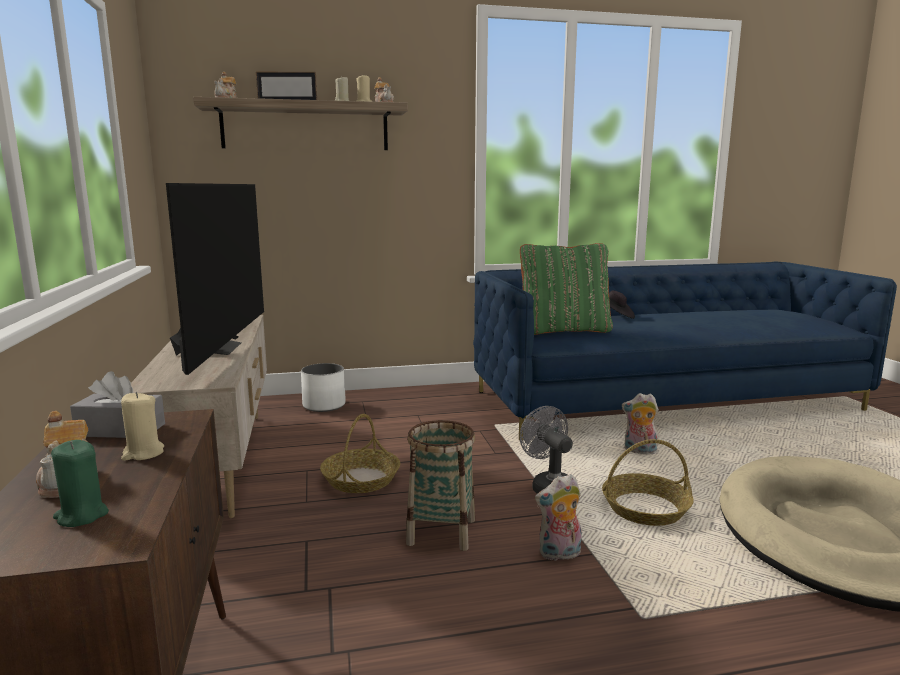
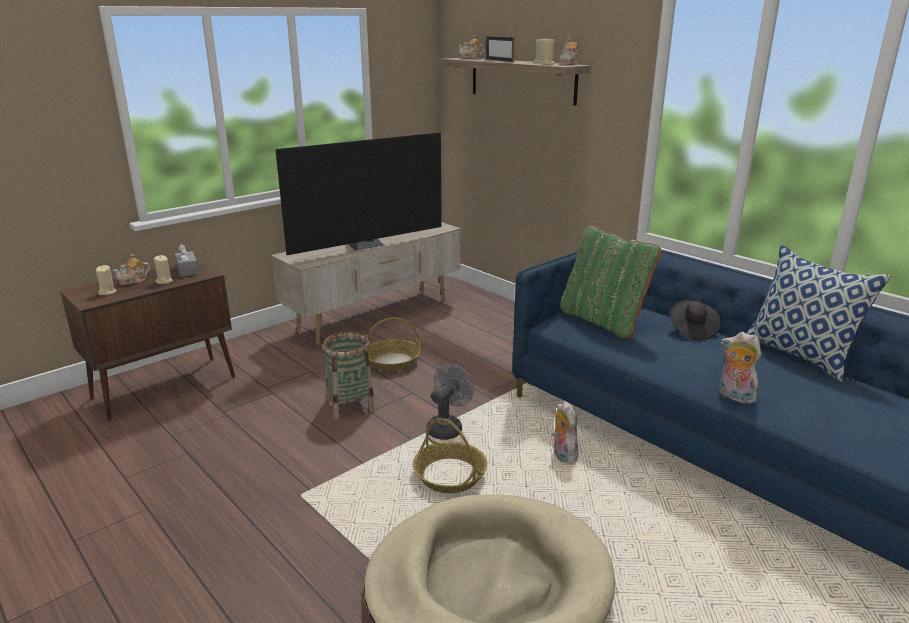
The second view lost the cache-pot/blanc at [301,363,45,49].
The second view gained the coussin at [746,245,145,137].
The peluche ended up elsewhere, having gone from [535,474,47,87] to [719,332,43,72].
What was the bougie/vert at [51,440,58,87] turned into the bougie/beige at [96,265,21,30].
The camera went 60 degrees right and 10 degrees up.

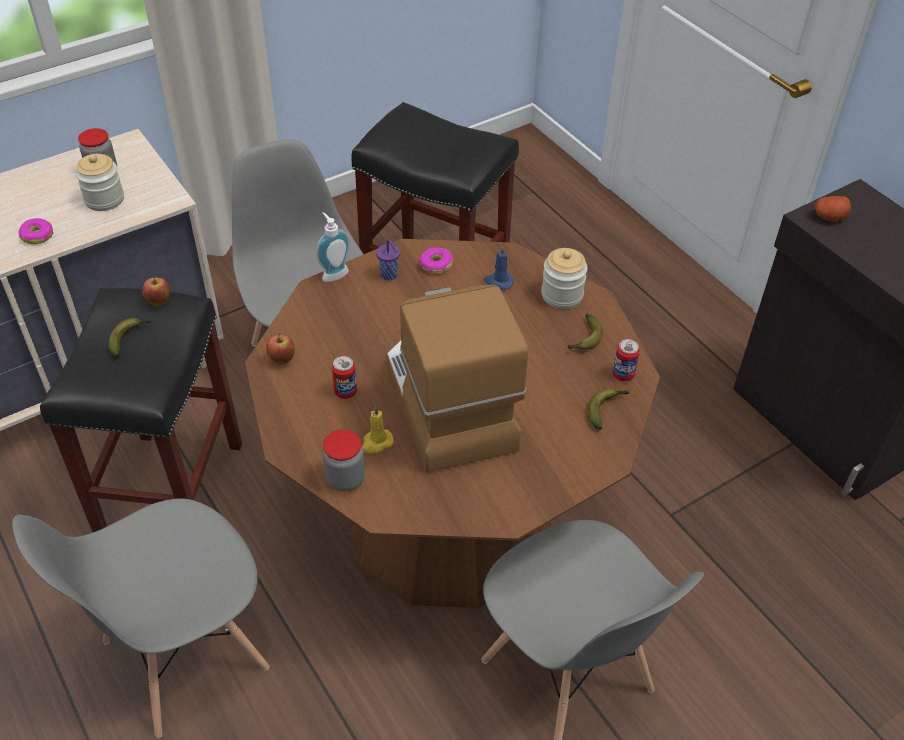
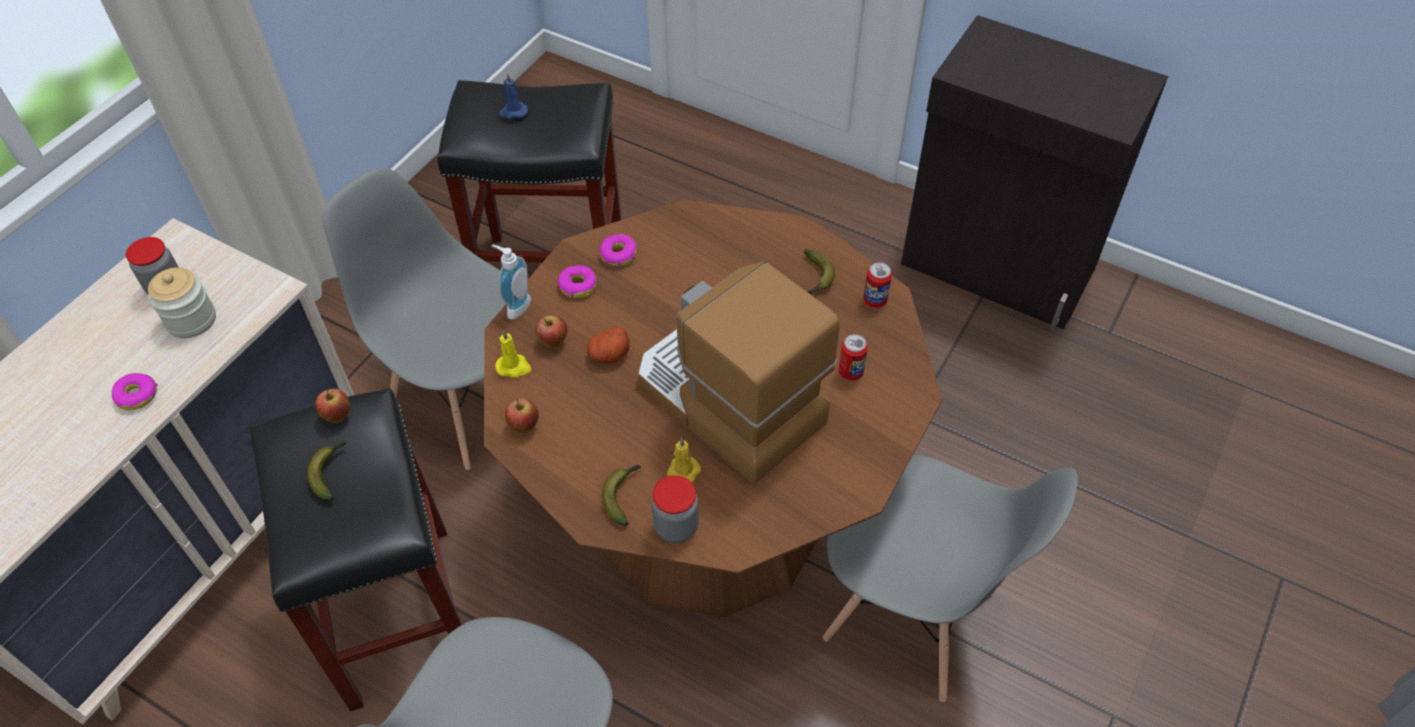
The second view lost the bocal at [541,248,47,61].
The second view gained the bougie/jaune at [495,330,37,48].
The second view gained the pomme at [535,315,33,33].
The boîte métallique ended up elsewhere, having gone from [332,356,25,43] to [839,334,29,47].
The bougie/bleu ended up elsewhere, having gone from [484,245,30,45] to [498,73,30,46].
The banane ended up elsewhere, having gone from [588,388,41,42] to [602,465,39,61].
The pomme de terre ended up elsewhere, having gone from [814,196,37,26] to [587,327,43,36].
Where the tasse/violet stood at [376,239,24,42], the beignet came to stand at [558,265,39,33].
The camera went 25 degrees left and 5 degrees up.

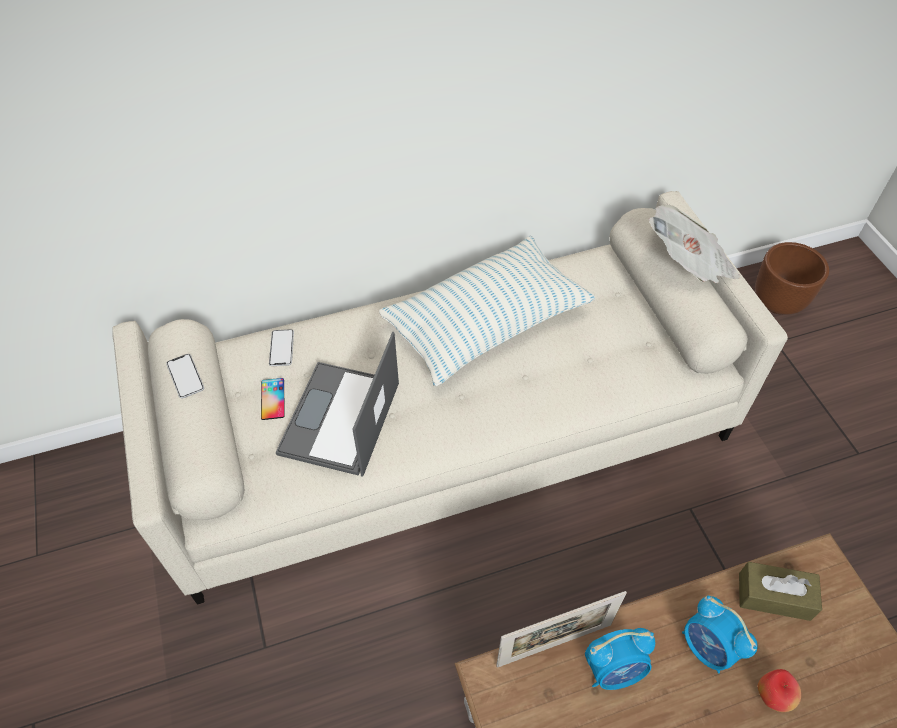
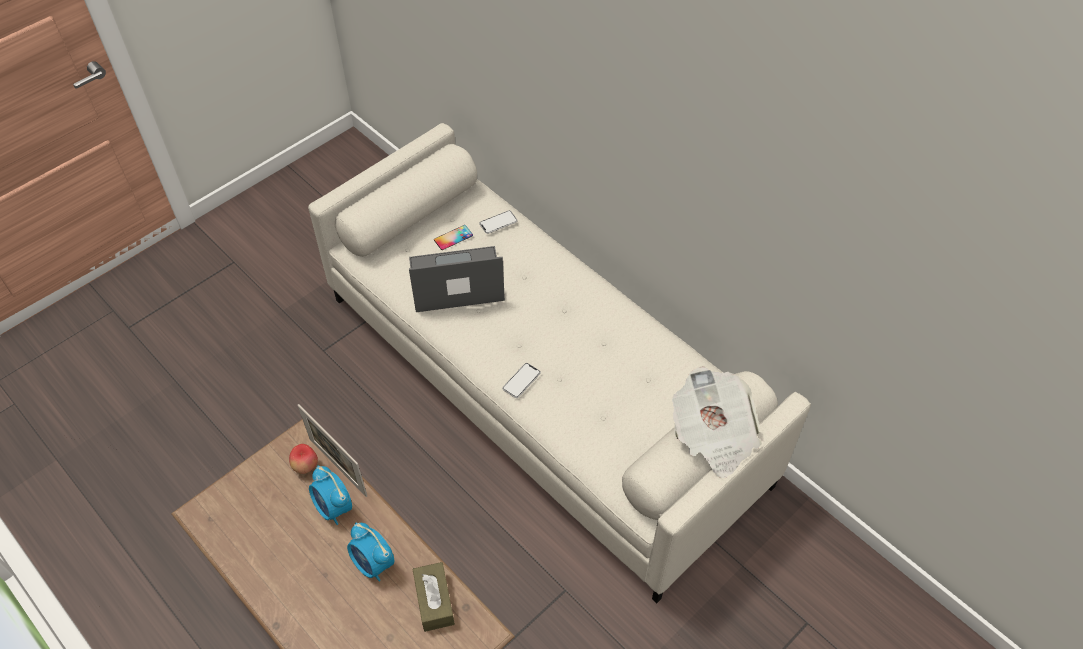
The second view lost the coussin at [378,236,217,150].
The second view lost the cache-pot/marron at [755,242,74,73].
The téléphone ended up elsewhere, having gone from [166,354,38,44] to [502,363,39,35].
The pomme ended up elsewhere, having gone from [758,669,43,43] to [289,444,29,30].
The réveil at [682,596,76,78] ended up facing another way, 75 degrees counterclockwise from before.
The camera went 65 degrees right and 0 degrees up.

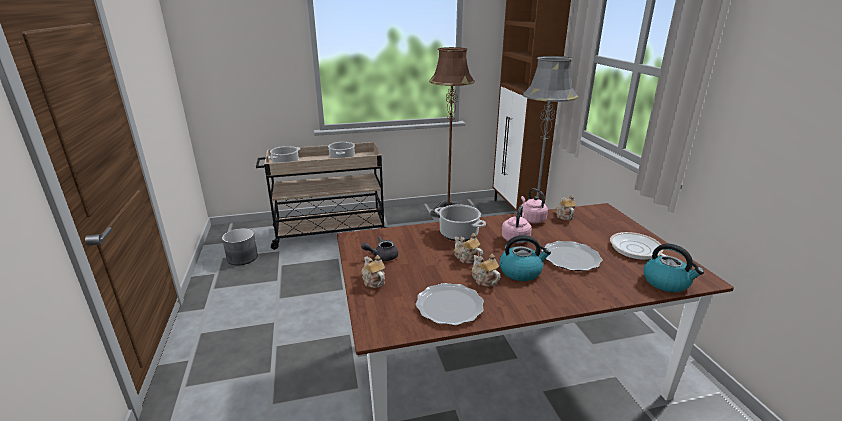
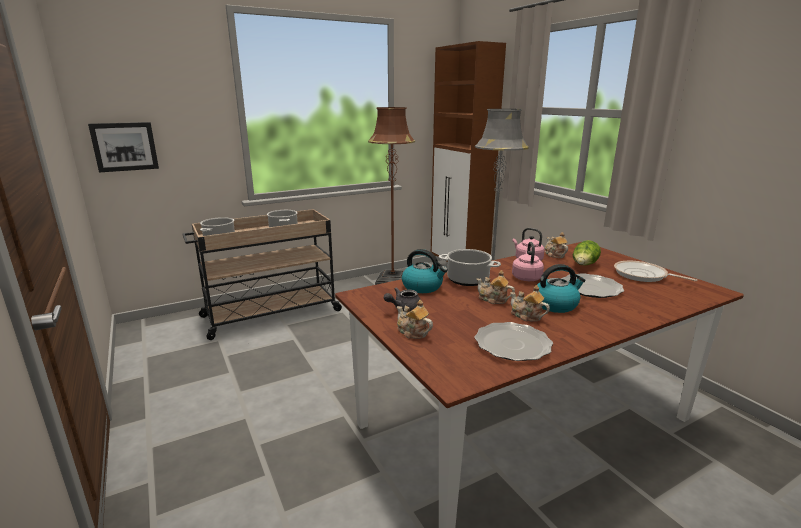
The second view lost the cache-pot/gris at [222,228,36,38].
The second view gained the tableau at [88,122,71,51].
The second view gained the laitue at [573,240,28,25].
The bouilloire ended up elsewhere, having gone from [644,244,60,48] to [402,249,46,44].
The camera went 15 degrees left and 5 degrees down.

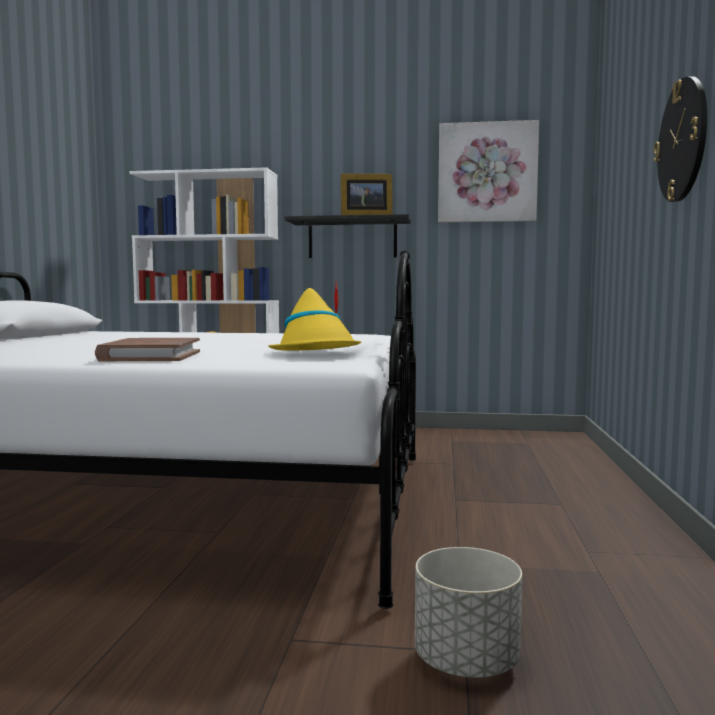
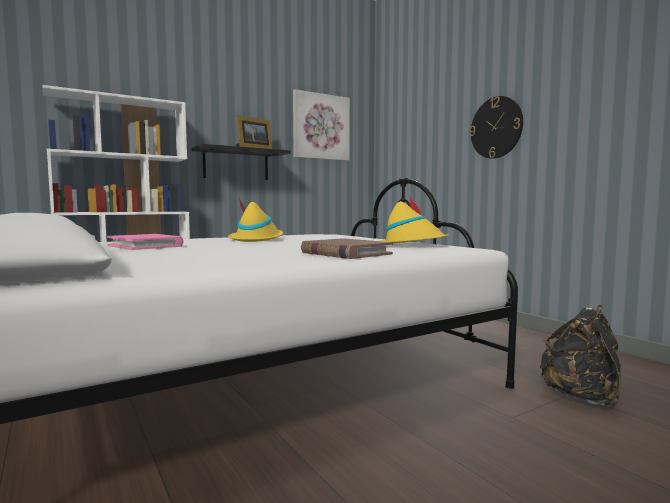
The second view gained the livre/rose at [107,234,77,16].
The second view gained the chapeau/jaune at [228,197,55,45].
Where the cache-pot/gris stood at [415,547,107,131], the sac à dos/noir came to stand at [540,305,81,103].
The camera went 40 degrees left and 0 degrees up.

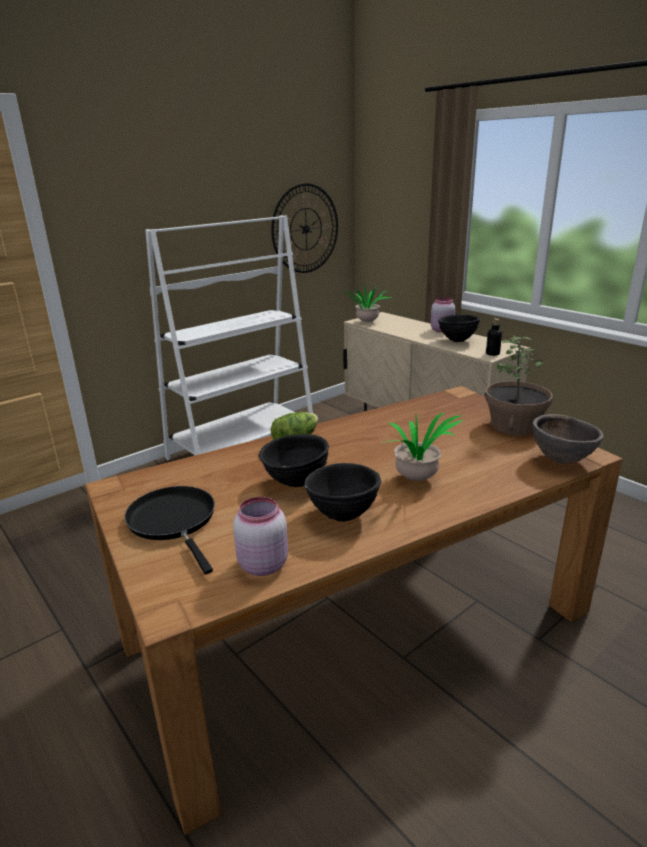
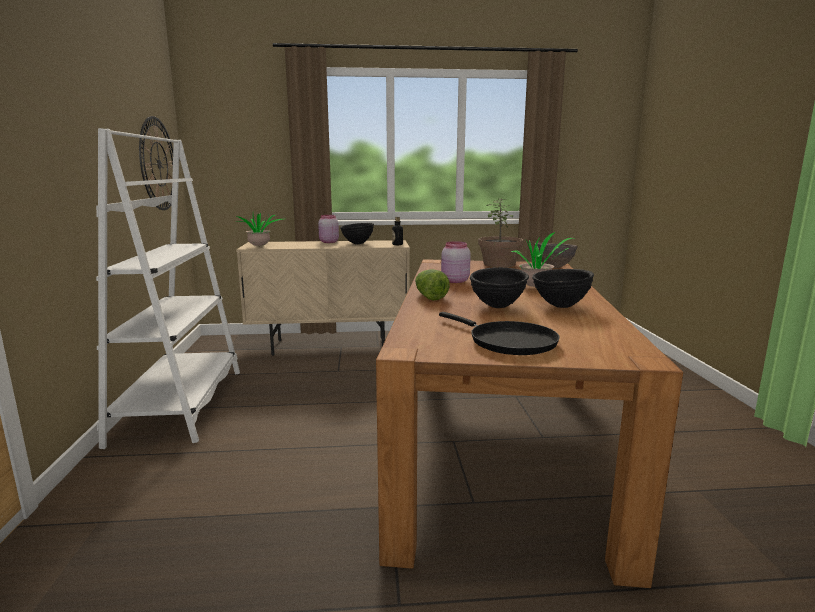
The bocal/rose ended up elsewhere, having gone from [233,497,55,79] to [441,241,30,42].
The poêle/noir at [124,486,91,88] ended up facing another way, 135 degrees counterclockwise from before.
The camera went 55 degrees left and 10 degrees down.

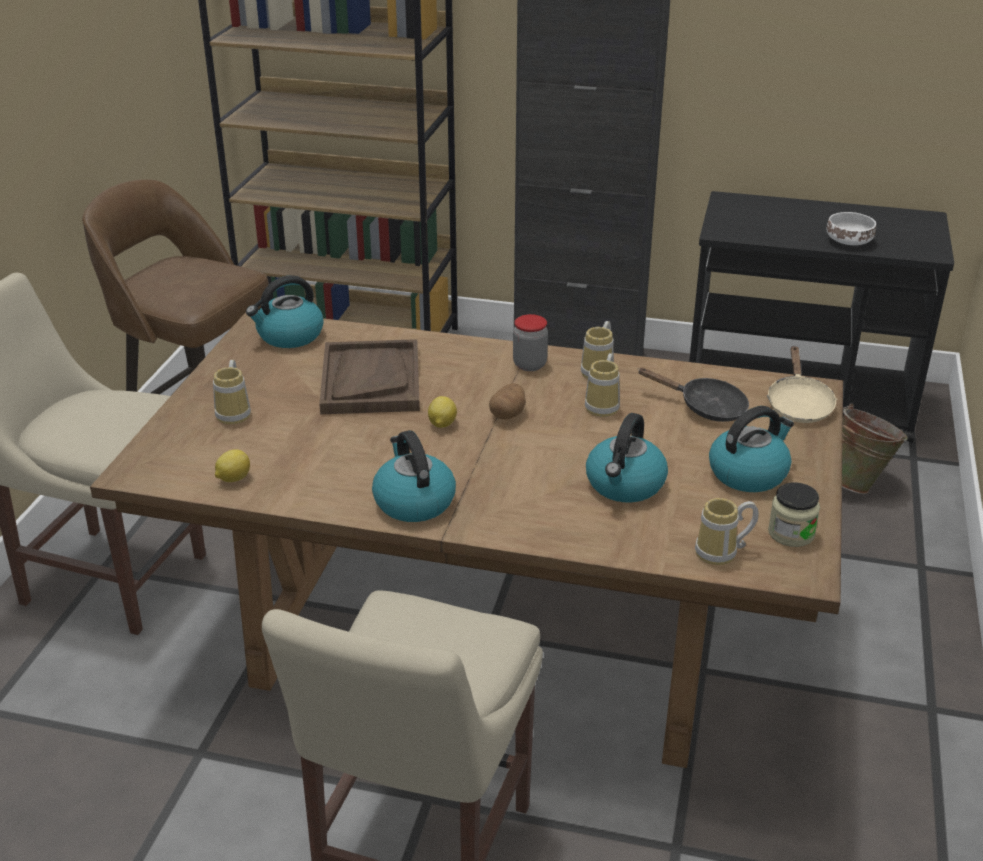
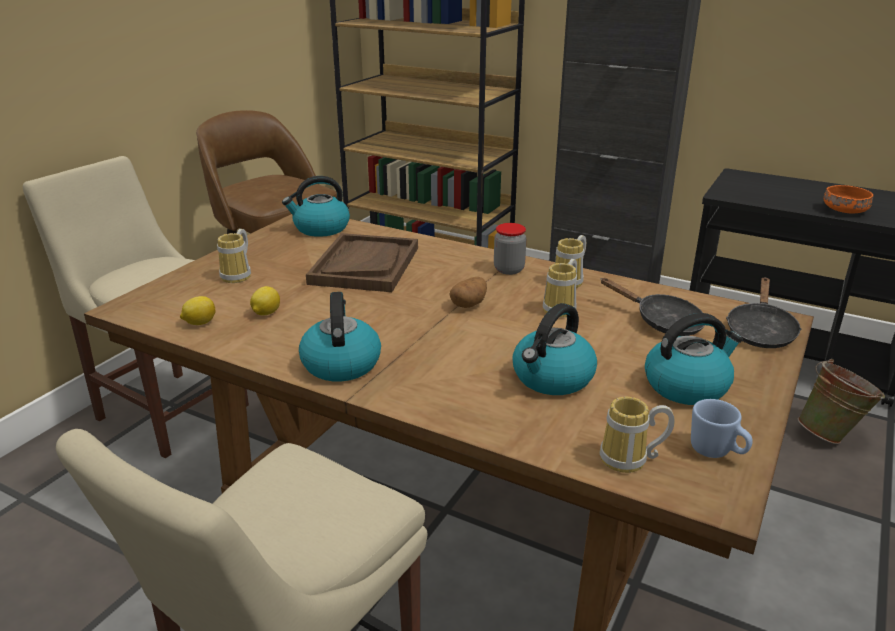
The citron ended up elsewhere, having gone from [428,396,29,32] to [250,286,30,30].
Where the bocal stood at [768,482,52,65], the mug/bleu came to stand at [691,399,62,59].
What was the poêle/beige at [767,346,70,77] turned into the poêle/noir at [726,277,76,71].
What was the bol/blanc at [827,212,49,33] turned into the bol/orange at [824,185,49,28].
The camera went 15 degrees right and 5 degrees down.

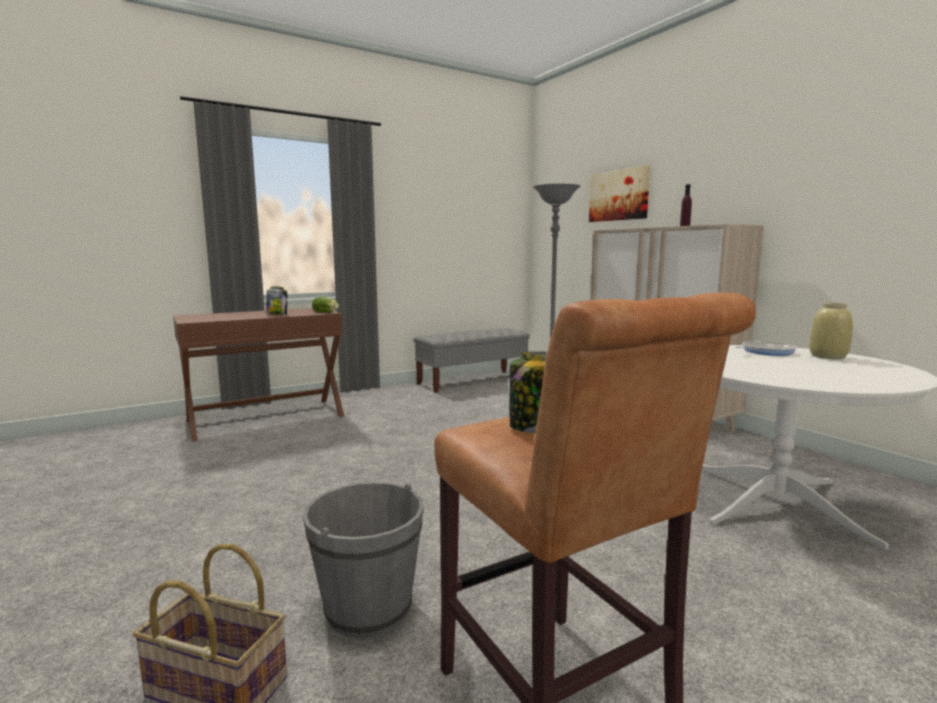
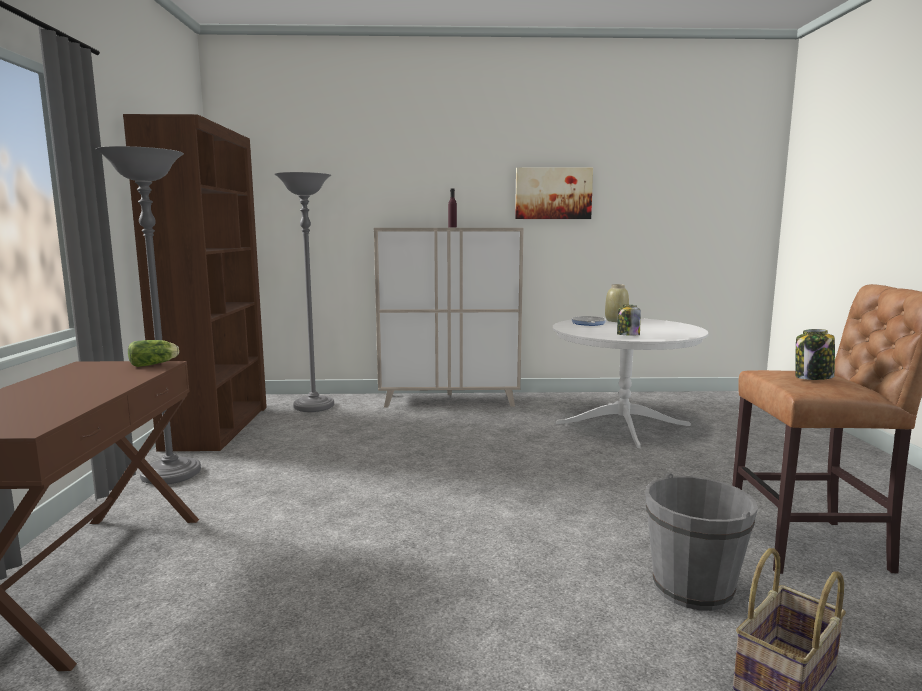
The second view gained the lampadaire/gris at [95,146,106,338].
The bocal ended up elsewhere, having gone from [266,286,21,29] to [617,305,24,31].
The tableau ended up elsewhere, having gone from [589,165,61,57] to [515,167,78,52].
Where the banc/gris stood at [414,328,116,65], the bibliothèque/marron came to stand at [123,114,144,338].
The camera went 60 degrees left and 0 degrees up.

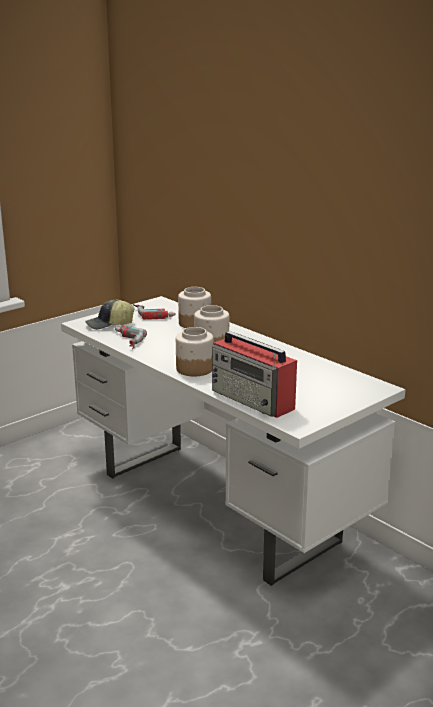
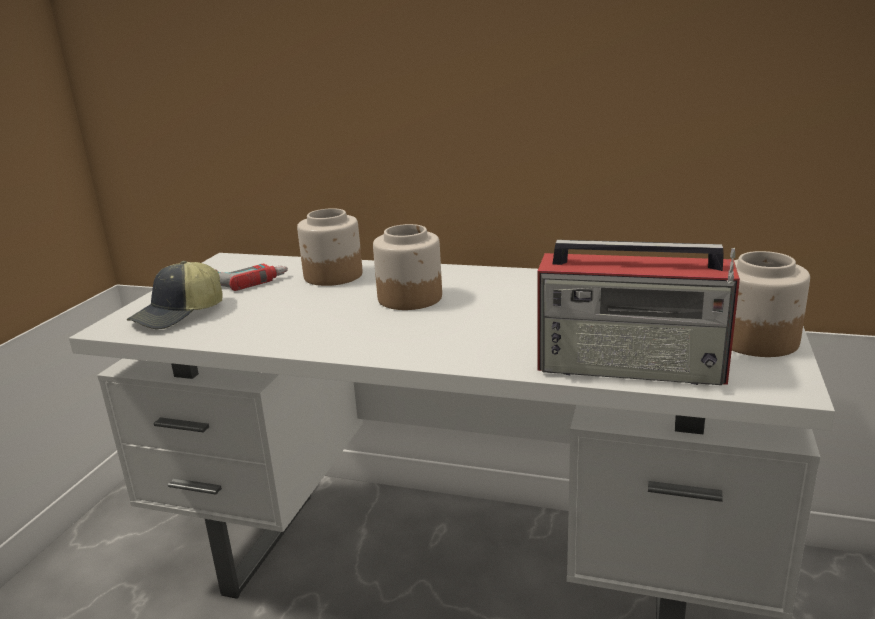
The second view lost the perceuse at [115,326,32,23].
The bocal ended up elsewhere, having gone from [176,327,38,49] to [732,251,78,106].
The camera went 30 degrees left and 0 degrees up.

